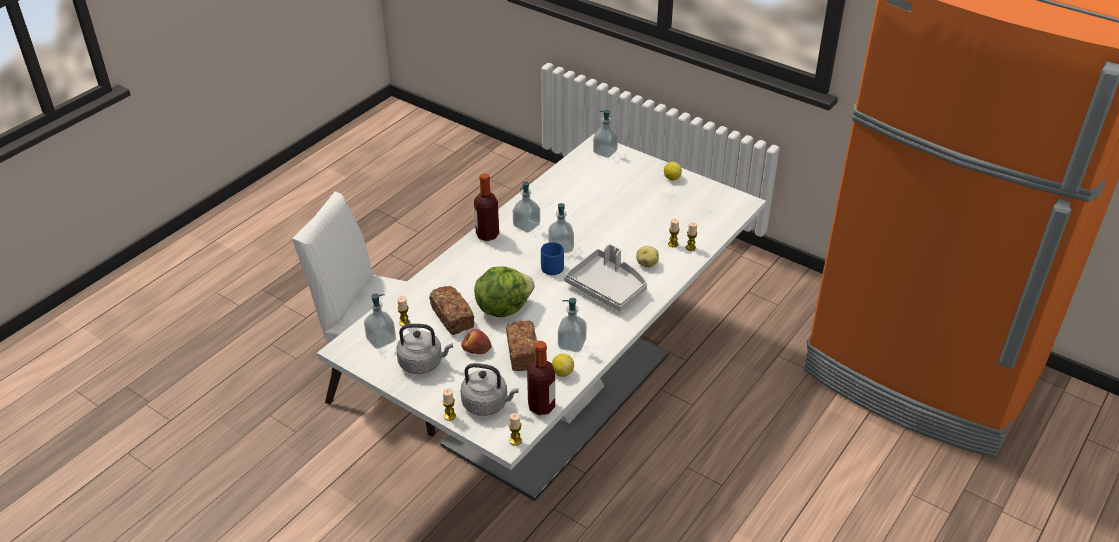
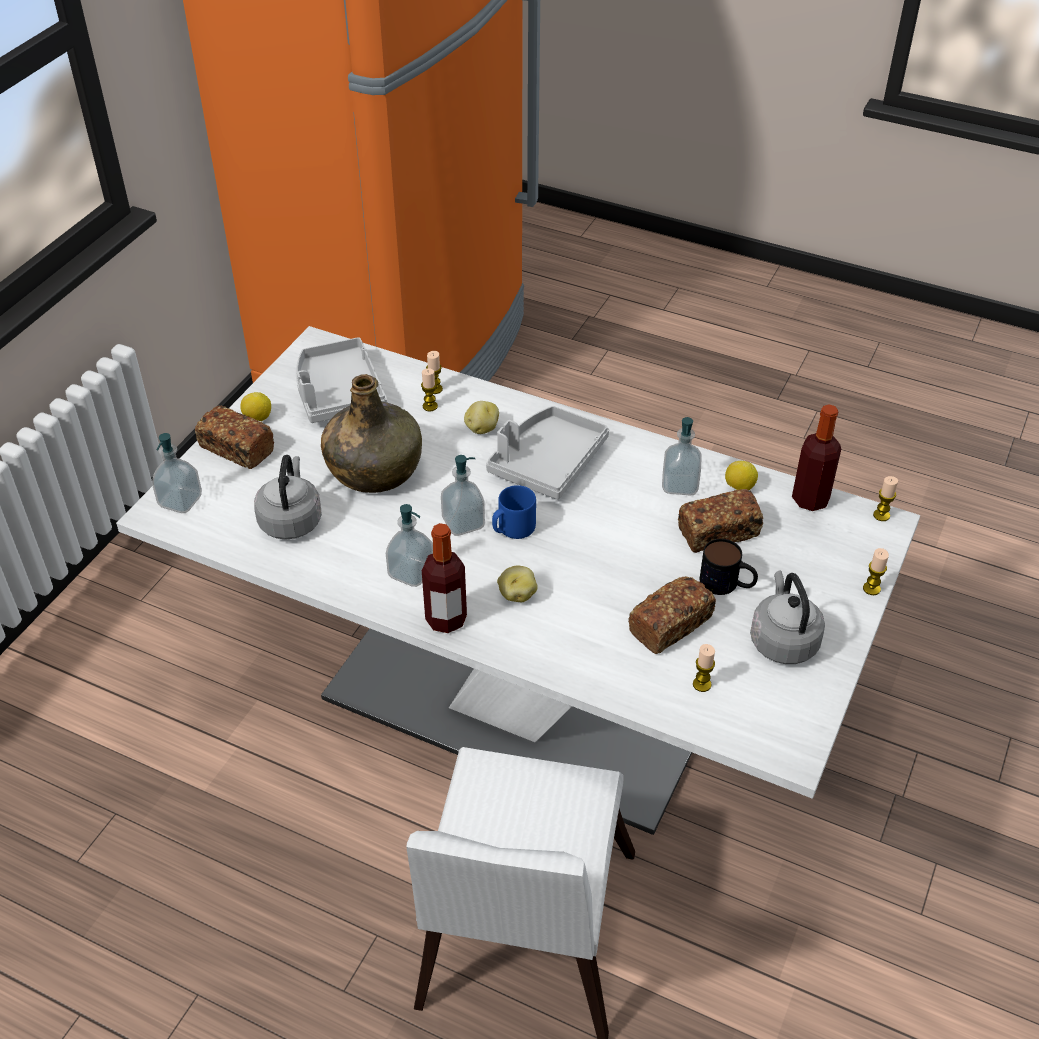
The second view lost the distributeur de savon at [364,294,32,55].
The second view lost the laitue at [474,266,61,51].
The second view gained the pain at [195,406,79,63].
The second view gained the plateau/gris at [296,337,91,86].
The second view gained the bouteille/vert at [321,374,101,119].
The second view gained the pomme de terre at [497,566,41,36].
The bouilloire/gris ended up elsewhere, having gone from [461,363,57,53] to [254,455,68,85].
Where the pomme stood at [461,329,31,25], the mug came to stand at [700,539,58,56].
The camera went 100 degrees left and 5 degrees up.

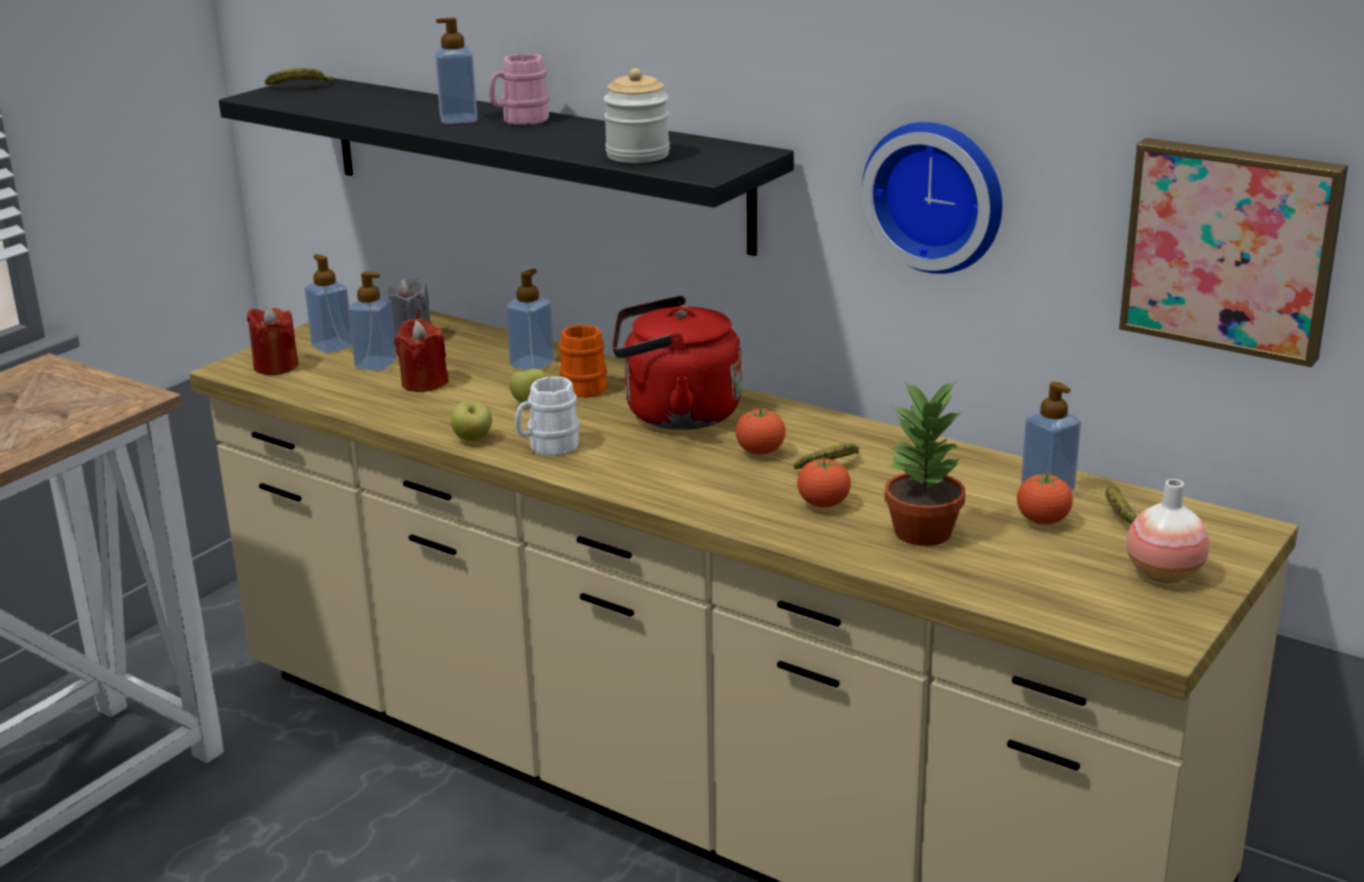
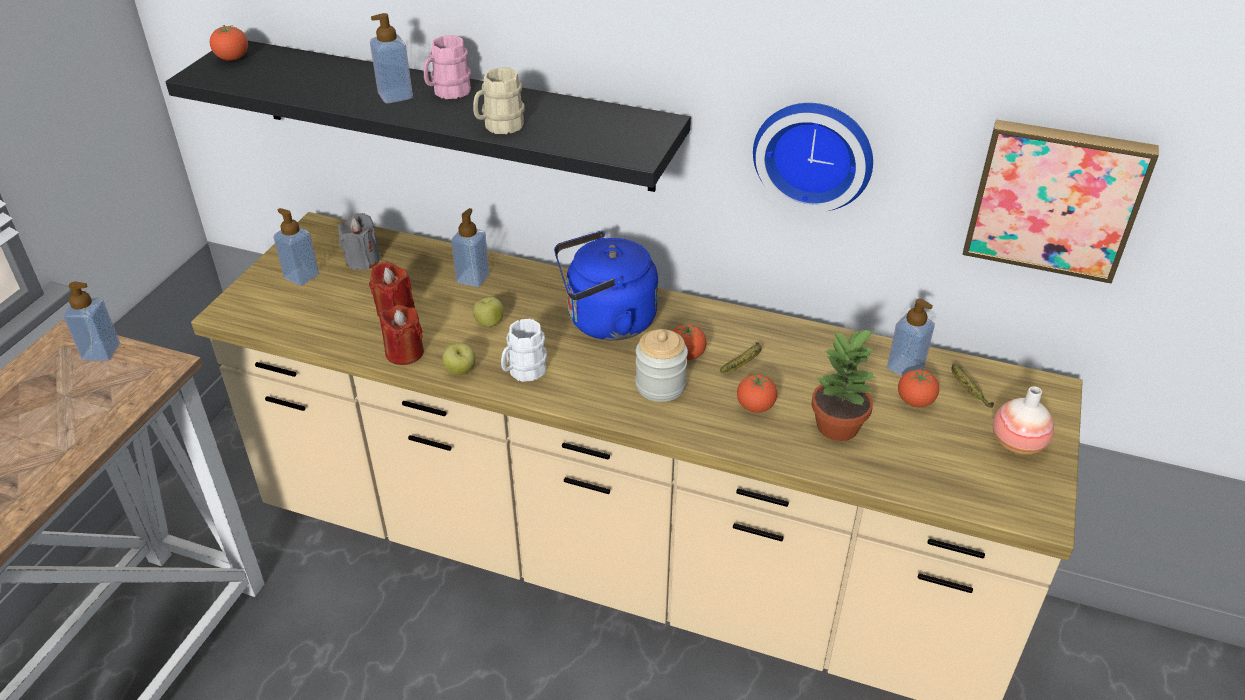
The second view lost the mug/orange at [559,325,48,73].
The second view gained the mug/beige at [473,67,52,67].
The bougie/rouge ended up elsewhere, having gone from [247,306,52,69] to [379,305,45,60].
The distributeur de savon ended up elsewhere, having gone from [348,272,49,99] to [63,281,57,80].
The bocal ended up elsewhere, having gone from [604,68,66,95] to [635,329,53,73].
Where the banane stood at [265,68,69,17], the tomate came to stand at [210,25,38,35].
What was the bouilloire/rouge at [612,296,130,134] turned into the bouilloire/bleu at [554,231,104,110].
The camera went 15 degrees left and 15 degrees up.

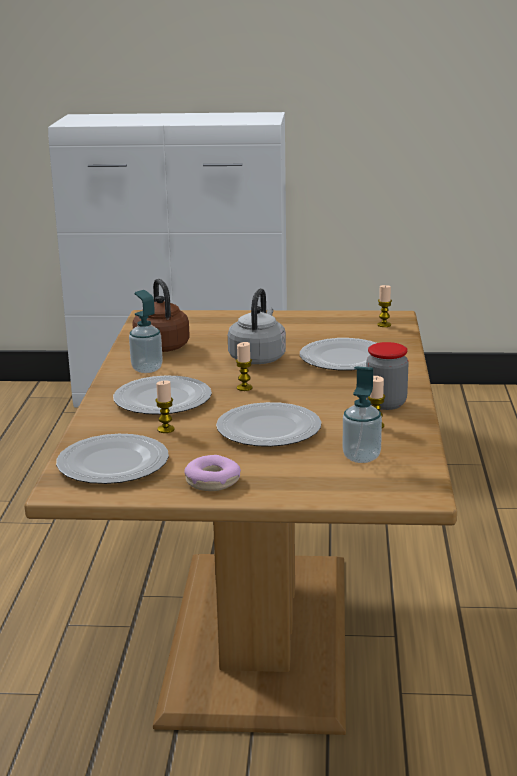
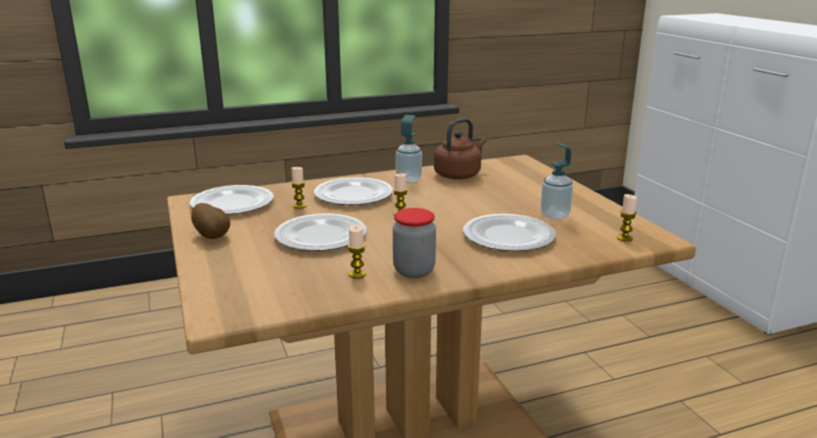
The second view lost the bouilloire/gris at [228,288,58,76].
The distributeur de savon ended up elsewhere, having gone from [343,366,39,97] to [540,142,33,78].
Where the beignet stood at [184,455,57,36], the pomme de terre came to stand at [191,203,39,36].
The camera went 65 degrees right and 0 degrees up.

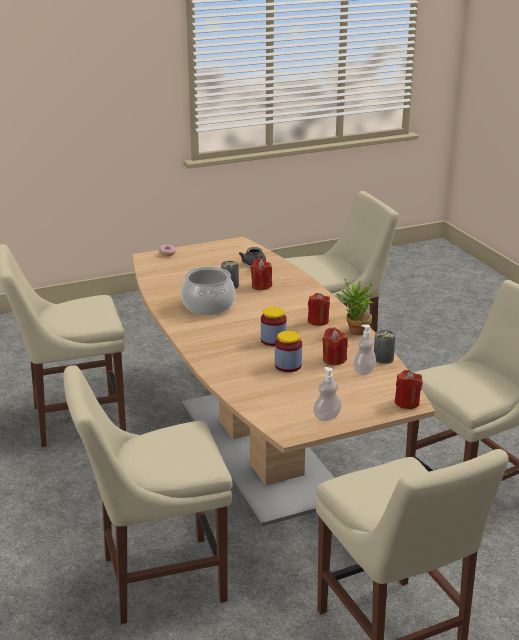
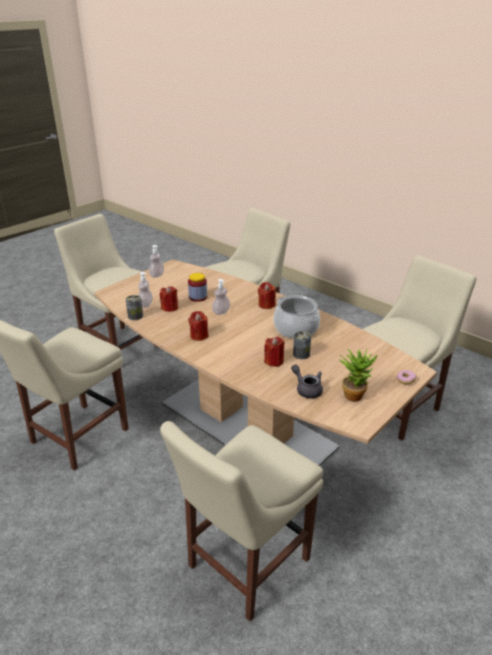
The plante en pot ended up elsewhere, having gone from [336,279,42,56] to [339,349,38,53].
The bougie/rouge ended up elsewhere, having gone from [395,370,28,39] to [258,282,18,27].
Where the bocal stood at [261,307,26,39], the distributeur de savon came to stand at [212,279,18,36].
The camera went 155 degrees right and 5 degrees up.

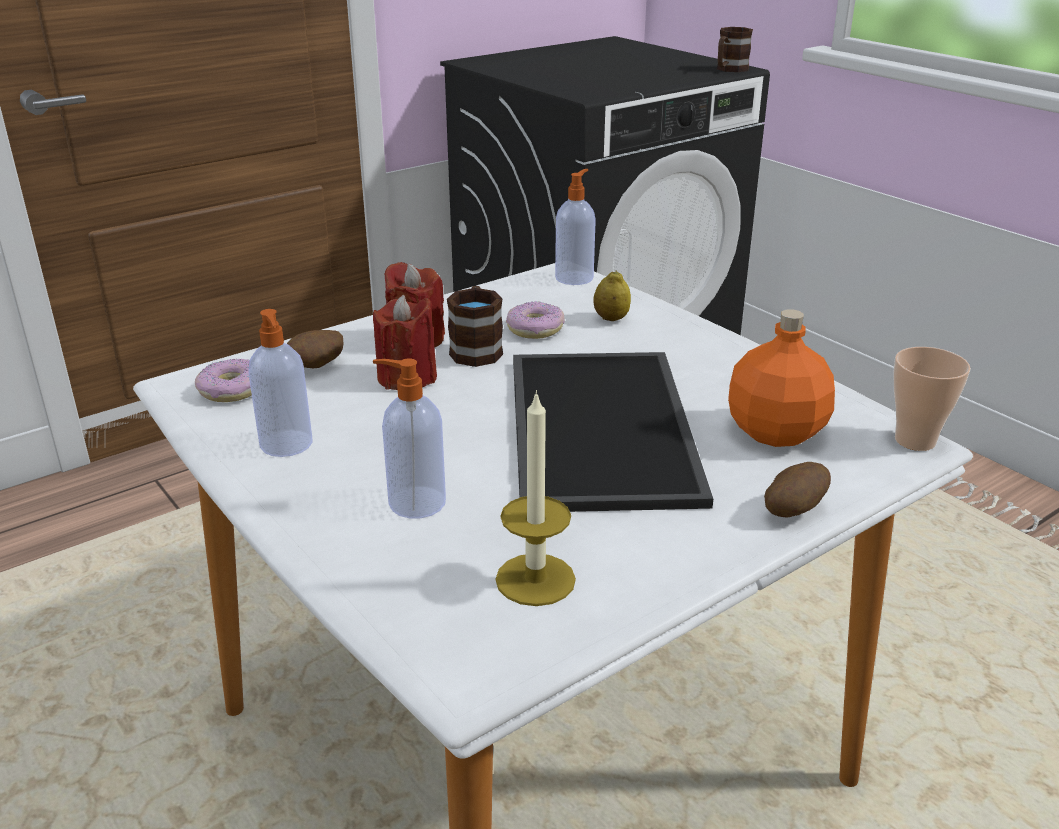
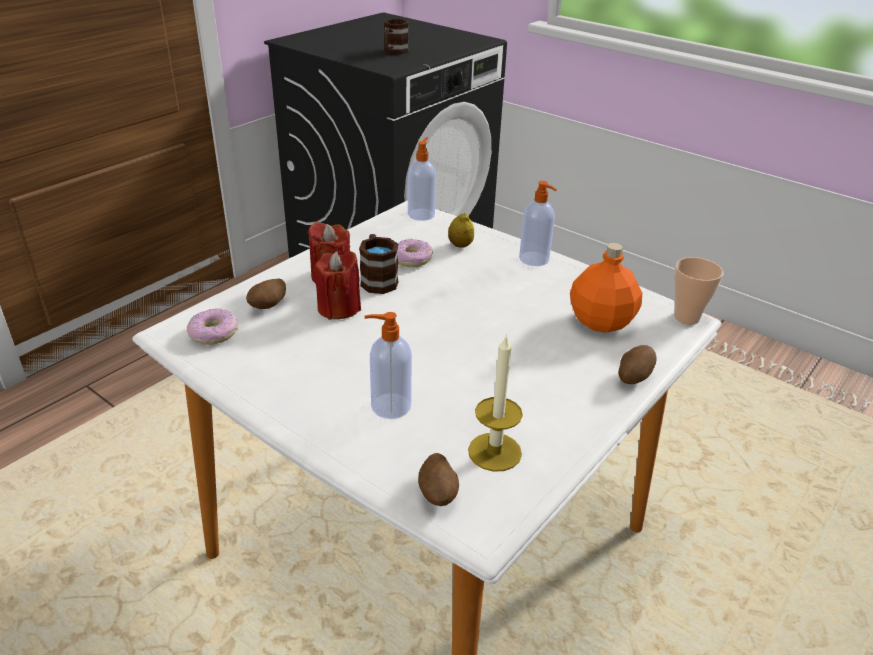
The second view lost the plateau at [513,352,200,160].
The second view gained the pomme de terre at [418,453,41,53].
The distributeur de savon ended up elsewhere, having gone from [248,309,65,148] to [519,181,38,85].
The mug/marron ended up elsewhere, having gone from [717,27,36,45] to [384,19,25,36].
The camera went 15 degrees left and 5 degrees up.

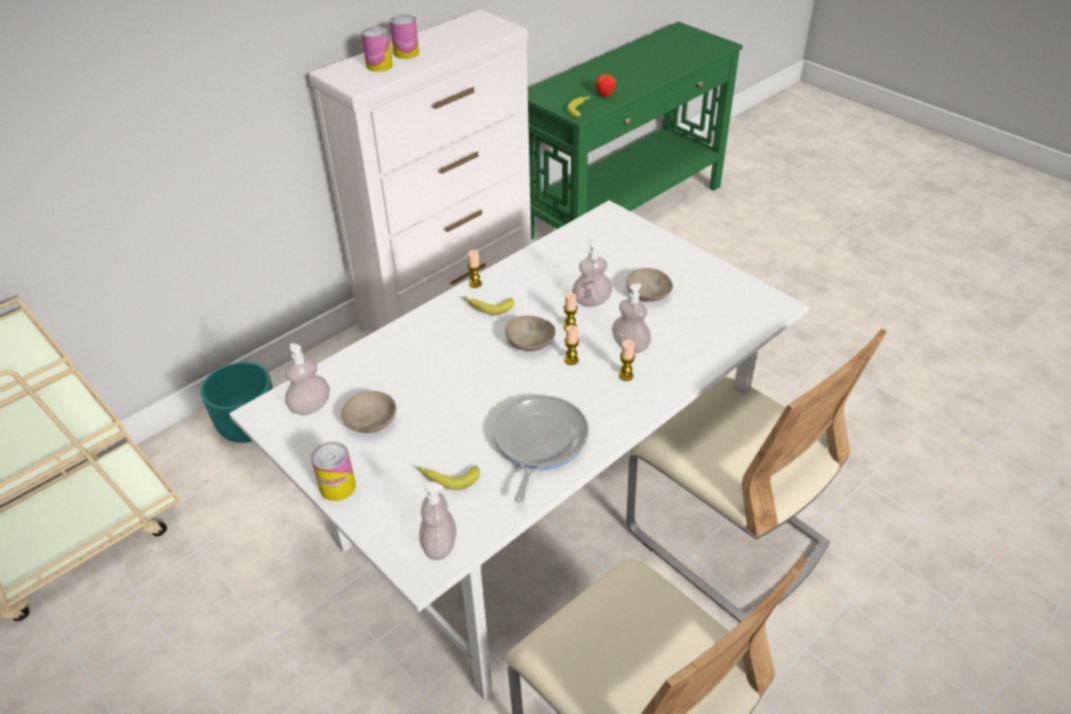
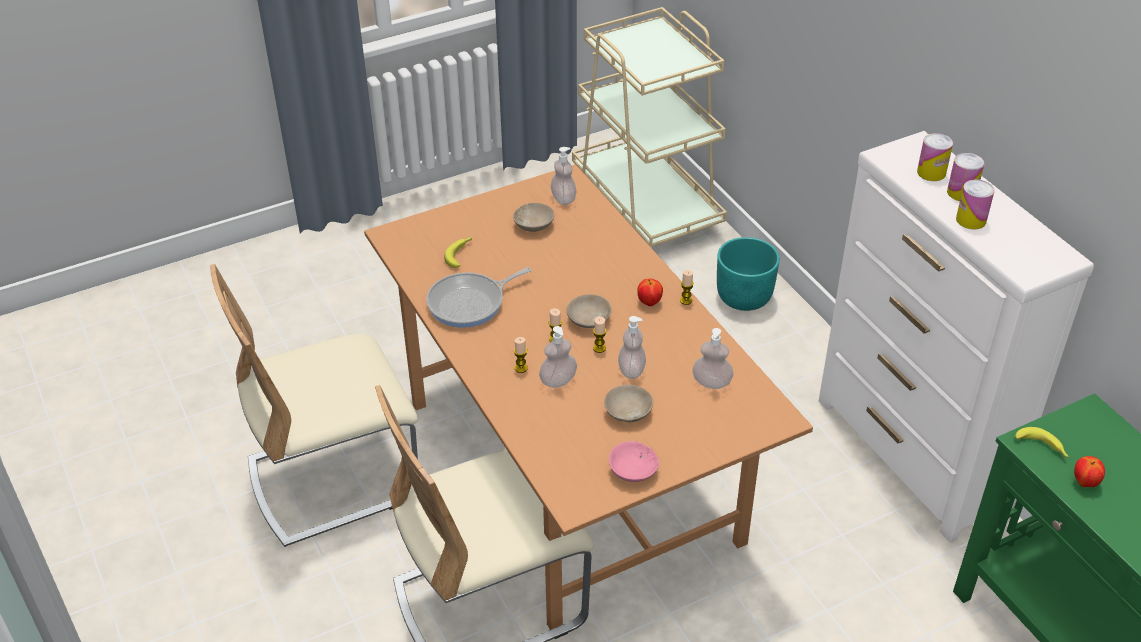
The second view gained the bol/rose at [609,441,50,41].
The boîte métallique ended up elsewhere, having gone from [311,442,45,59] to [956,180,38,49].
The distributeur de savon ended up elsewhere, having gone from [419,481,37,79] to [693,328,40,61].
Where the banane stood at [462,296,52,19], the pomme came to stand at [637,278,26,28].
What was the table à manger/blanc at [229,200,580,501] turned into the table à manger/marron at [364,164,449,466].
The poêle at [493,395,96,108] ended up facing another way, 120 degrees clockwise from before.
The camera went 105 degrees right and 0 degrees up.

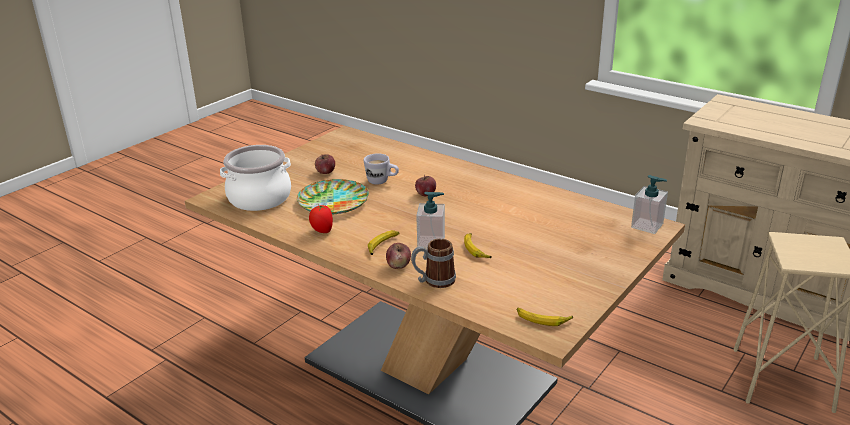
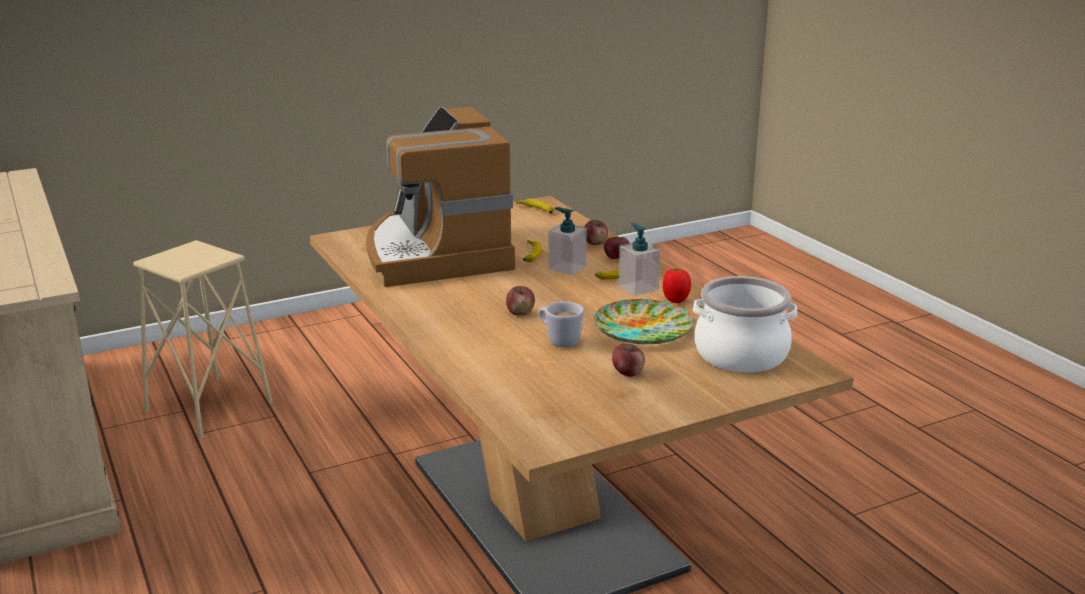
The second view gained the machine à café at [366,107,149,180].
The distributeur de savon ended up elsewhere, having gone from [631,175,37,59] to [618,223,43,73].
Where the mug stood at [411,239,45,49], the pomme came to stand at [584,220,24,25].
The camera went 155 degrees left and 5 degrees down.

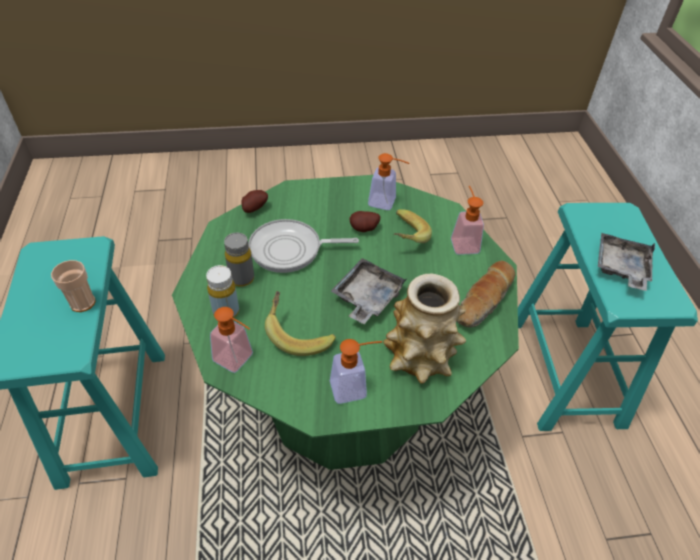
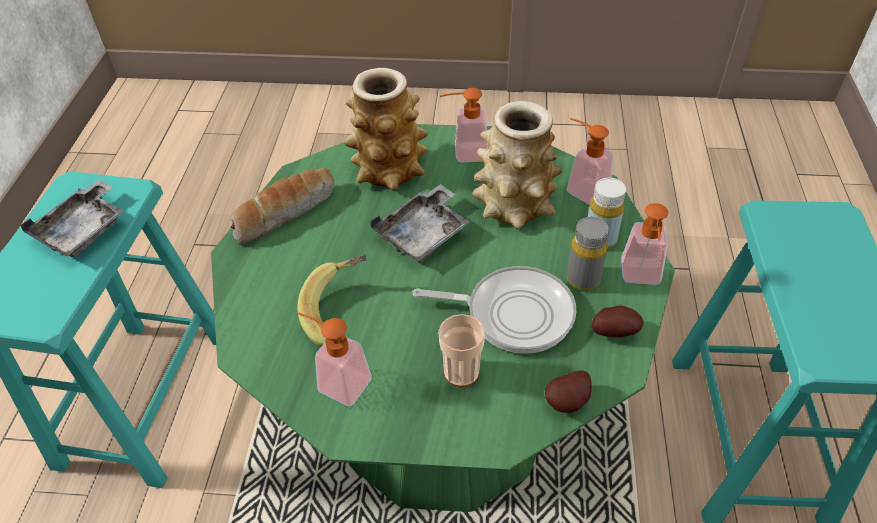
The tasse ended up elsewhere, having gone from [51,260,45,52] to [438,314,47,73].
The pomme de terre ended up elsewhere, having gone from [350,211,30,21] to [591,306,53,31].
The distributeur de savon ended up elsewhere, having gone from [451,186,33,69] to [621,203,47,82].
Where the banane stood at [265,291,71,65], the vase came to stand at [472,101,90,128].
The camera went 165 degrees left and 0 degrees up.

